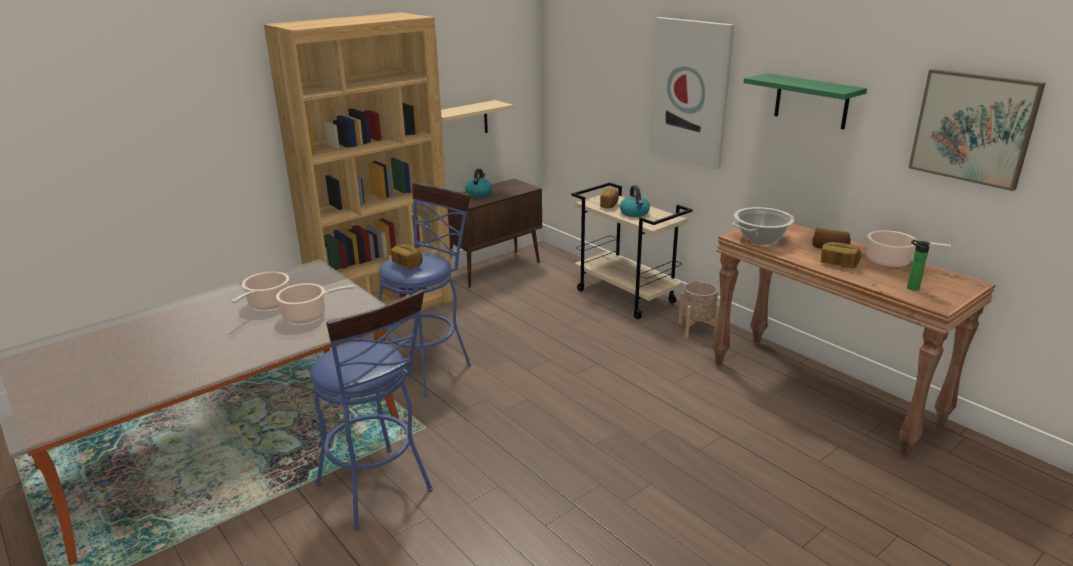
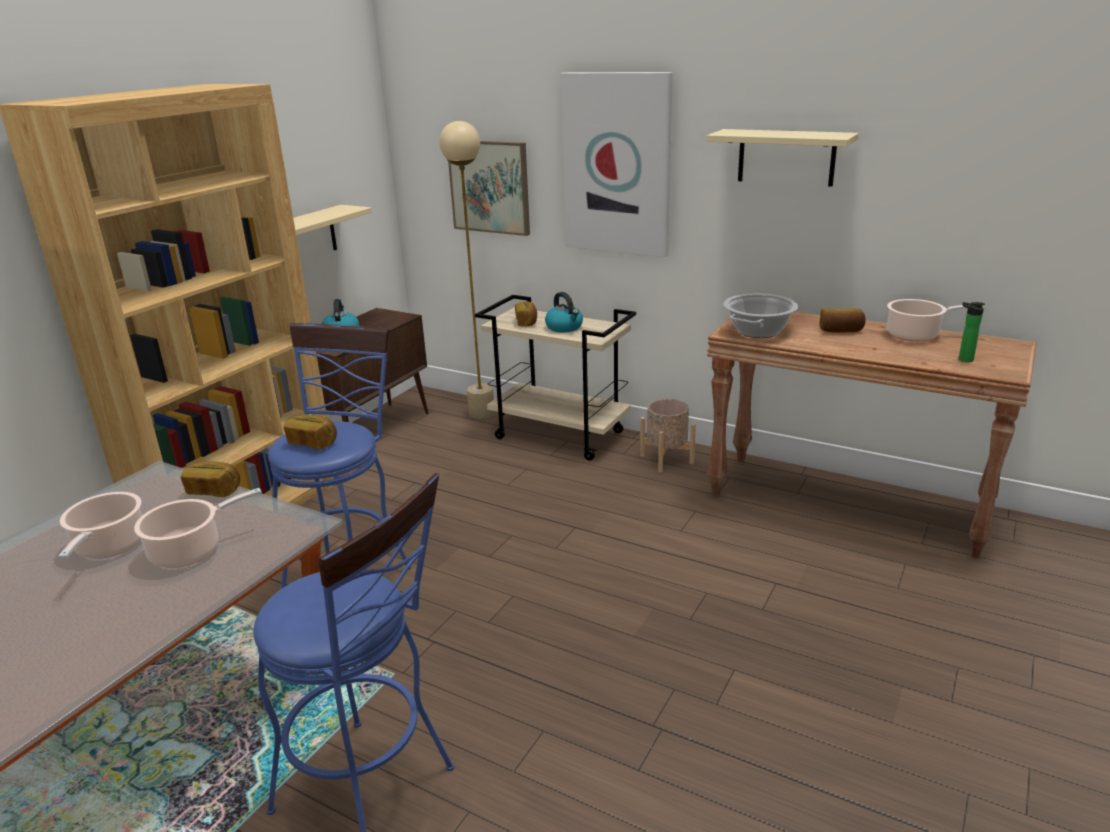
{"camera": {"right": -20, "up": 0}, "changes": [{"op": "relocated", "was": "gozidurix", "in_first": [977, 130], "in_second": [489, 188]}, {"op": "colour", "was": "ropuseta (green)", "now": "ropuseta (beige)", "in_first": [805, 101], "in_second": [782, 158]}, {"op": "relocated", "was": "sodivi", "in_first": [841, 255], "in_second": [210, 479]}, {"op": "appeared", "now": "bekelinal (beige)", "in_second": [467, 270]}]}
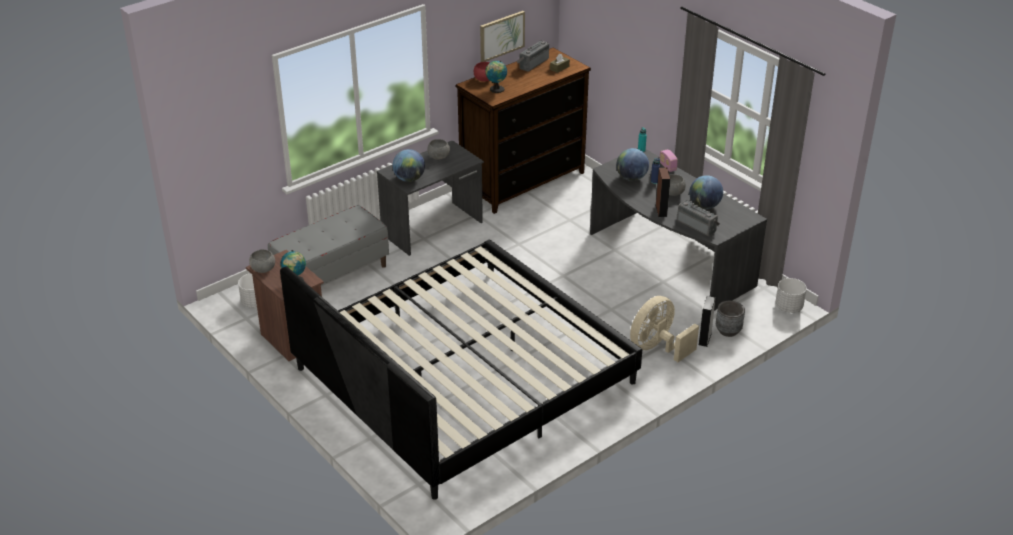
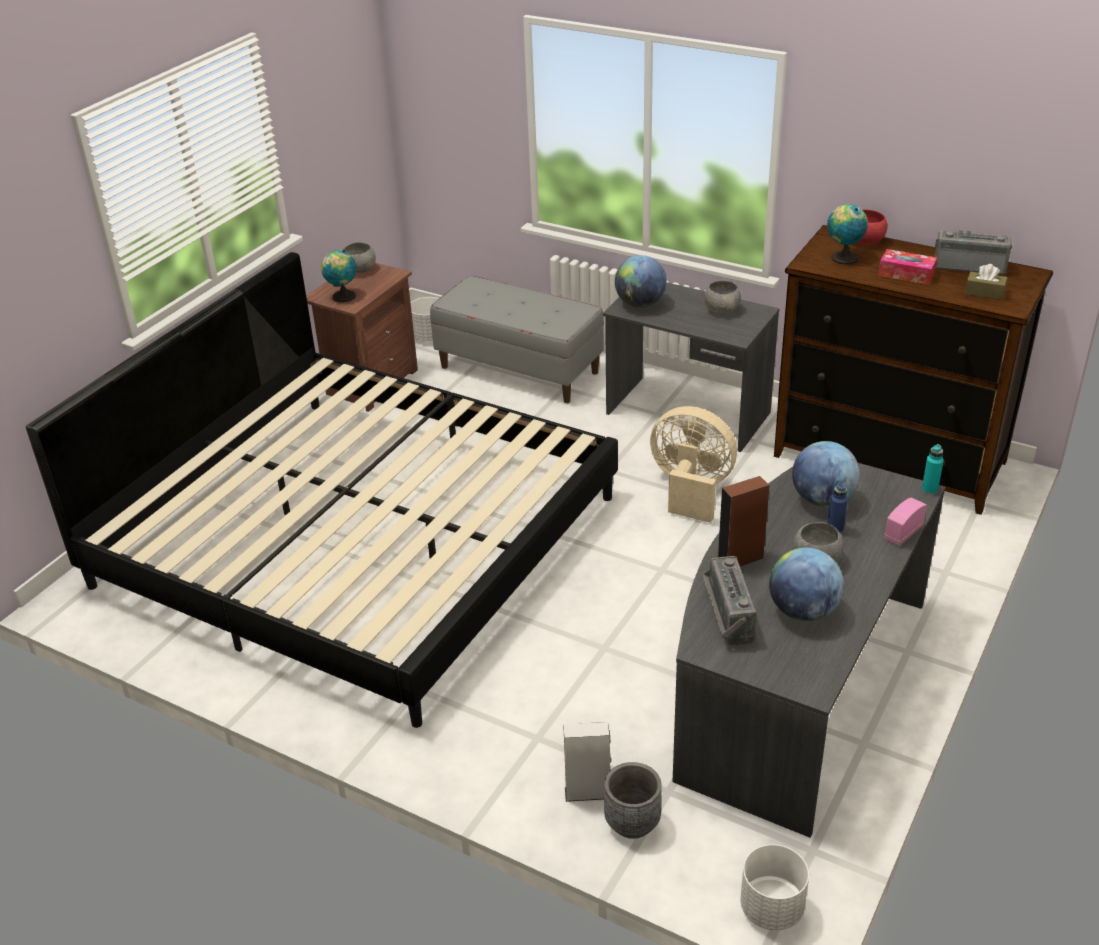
{"camera": {"right": 70, "up": 0}, "changes": [{"op": "missing", "was": "gozidurix", "in_first": [502, 36]}, {"op": "spun", "was": "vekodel", "in_first": [698, 218], "in_second": [730, 601], "clockwise": 150}, {"op": "relocated", "was": "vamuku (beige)", "in_first": [664, 329], "in_second": [693, 464]}, {"op": "appeared", "now": "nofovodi", "in_second": [907, 267]}]}
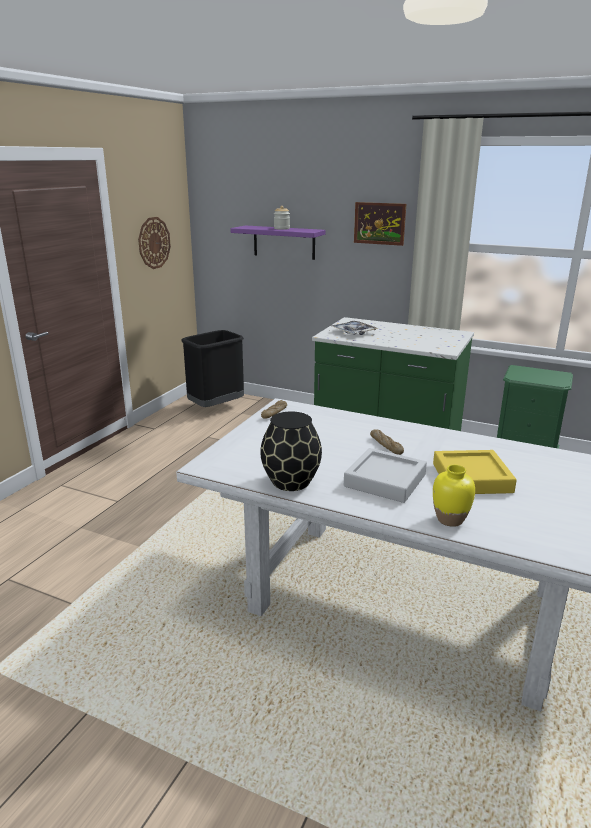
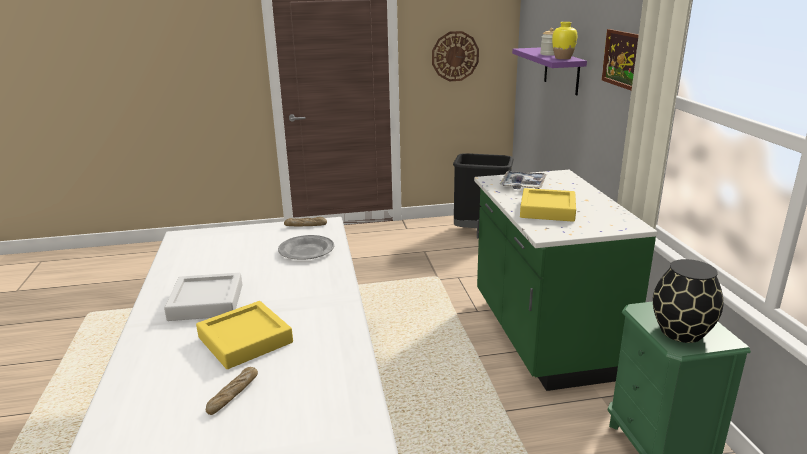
{"camera": {"right": 55, "up": 0}, "changes": [{"op": "relocated", "was": "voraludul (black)", "in_first": [291, 451], "in_second": [688, 301]}, {"op": "relocated", "was": "sodivi", "in_first": [387, 442], "in_second": [232, 391]}, {"op": "relocated", "was": "voraludul (yellow)", "in_first": [454, 496], "in_second": [564, 40]}, {"op": "appeared", "now": "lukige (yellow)", "in_second": [548, 205]}, {"op": "appeared", "now": "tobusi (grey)", "in_second": [306, 247]}]}
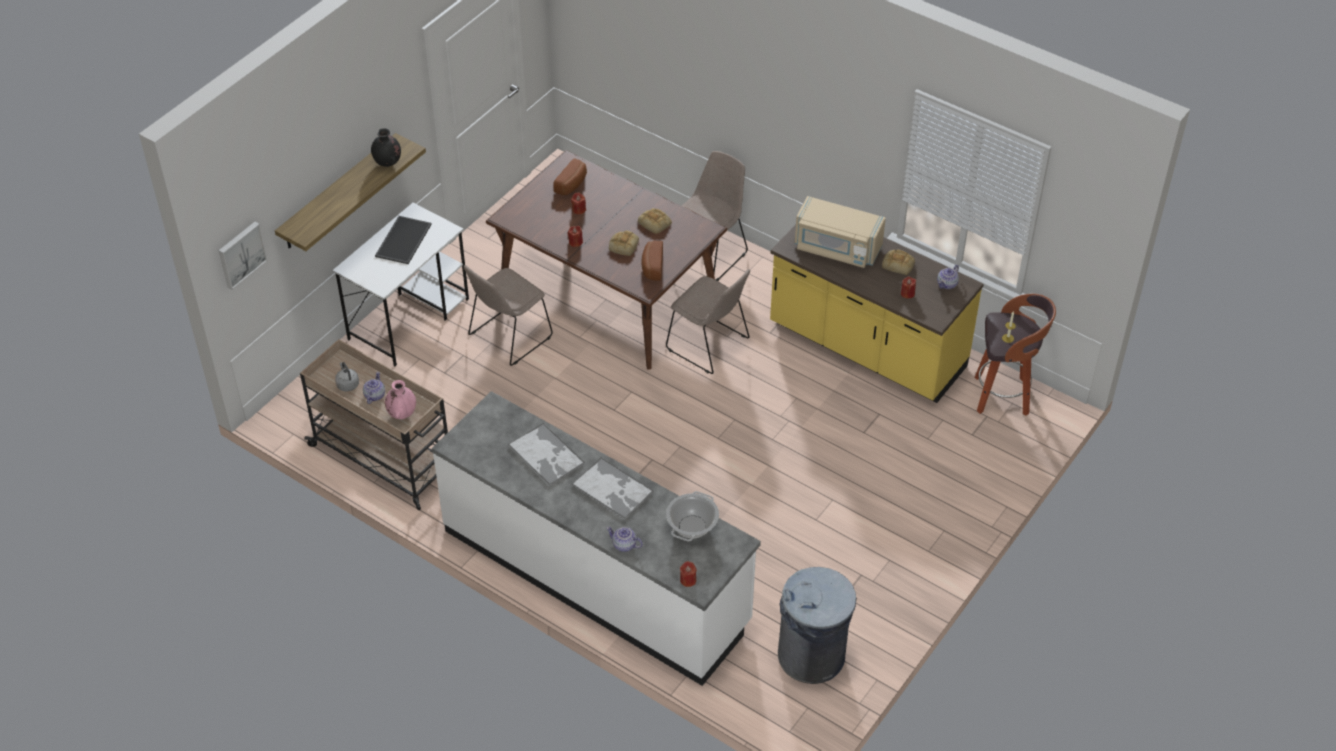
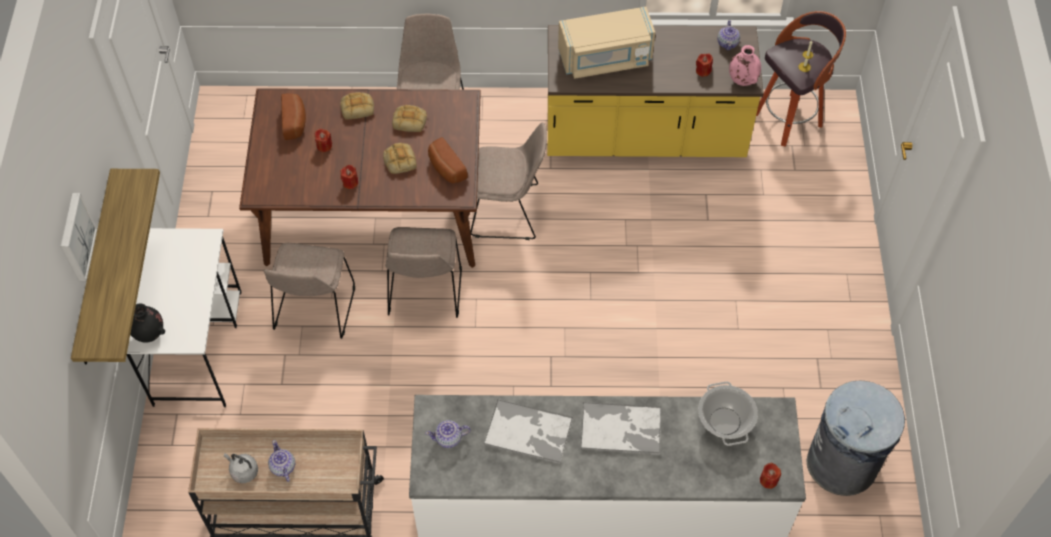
{"camera": {"right": -35, "up": 10}, "changes": [{"op": "relocated", "was": "voraludul (black)", "in_first": [386, 147], "in_second": [147, 323]}, {"op": "missing", "was": "lukige", "in_first": [403, 240]}, {"op": "relocated", "was": "gozidurix", "in_first": [243, 256], "in_second": [78, 237]}, {"op": "relocated", "was": "sodivi", "in_first": [898, 262], "in_second": [357, 105]}, {"op": "relocated", "was": "voraludul (pink)", "in_first": [400, 399], "in_second": [745, 65]}, {"op": "relocated", "was": "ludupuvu", "in_first": [624, 539], "in_second": [448, 434]}, {"op": "appeared", "now": "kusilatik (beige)", "in_second": [424, 272]}]}
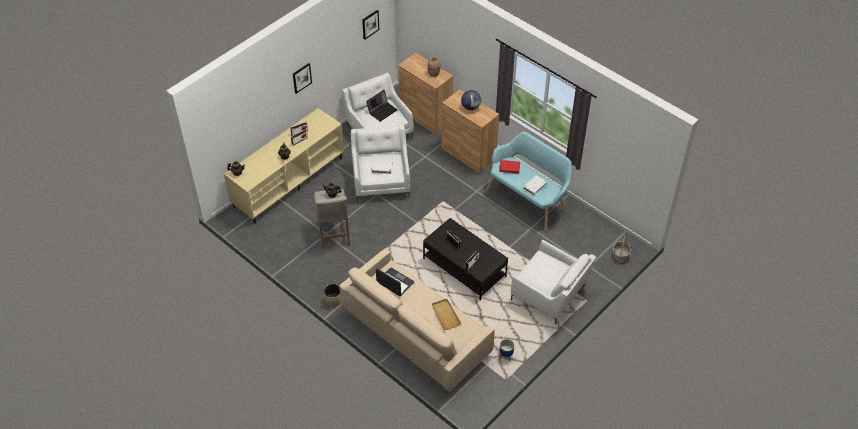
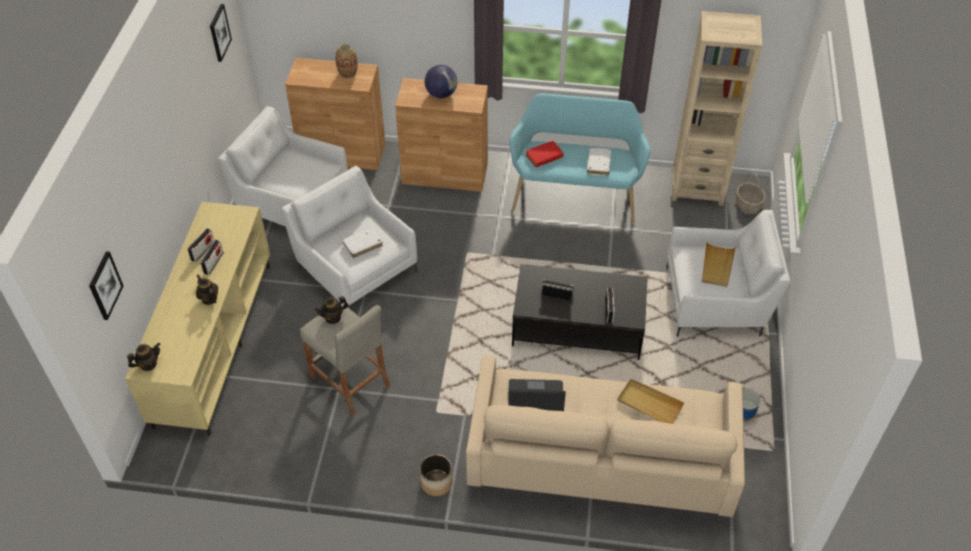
{"camera": {"right": -35, "up": 0}, "changes": [{"op": "relocated", "was": "gozidurix", "in_first": [302, 78], "in_second": [106, 285]}, {"op": "missing", "was": "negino", "in_first": [382, 106]}, {"op": "appeared", "now": "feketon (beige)", "in_second": [716, 108]}, {"op": "appeared", "now": "lukige (beige)", "in_second": [719, 264]}]}
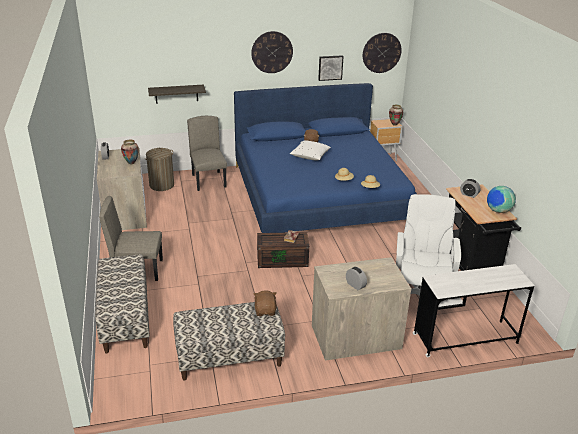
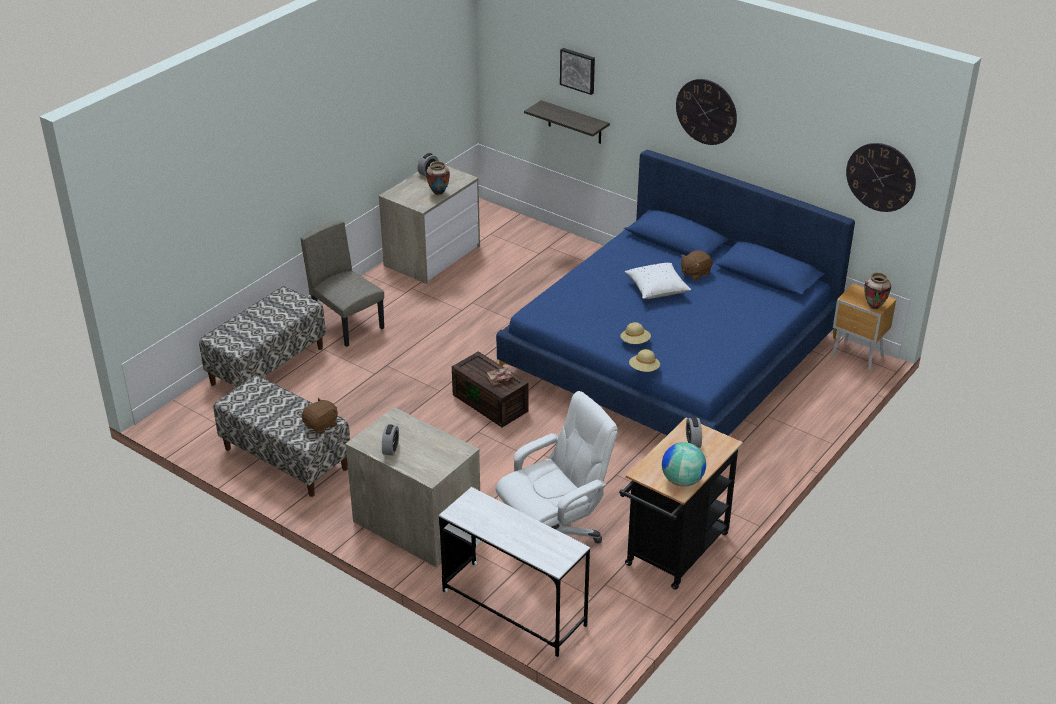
{"camera": {"right": 50, "up": 5}, "changes": [{"op": "relocated", "was": "gozidurix", "in_first": [331, 68], "in_second": [577, 71]}, {"op": "missing", "was": "kusilatik (beige)", "in_first": [207, 153]}, {"op": "missing", "was": "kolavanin", "in_first": [159, 169]}]}
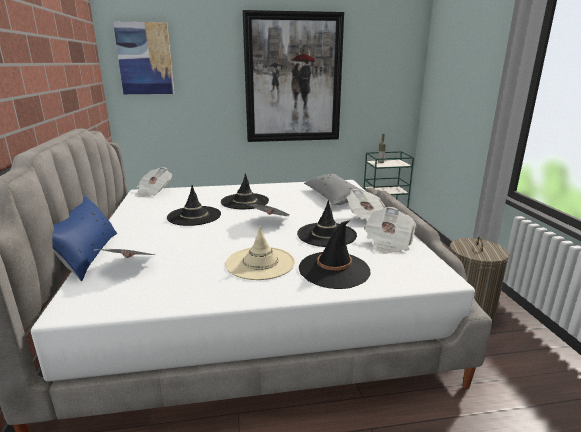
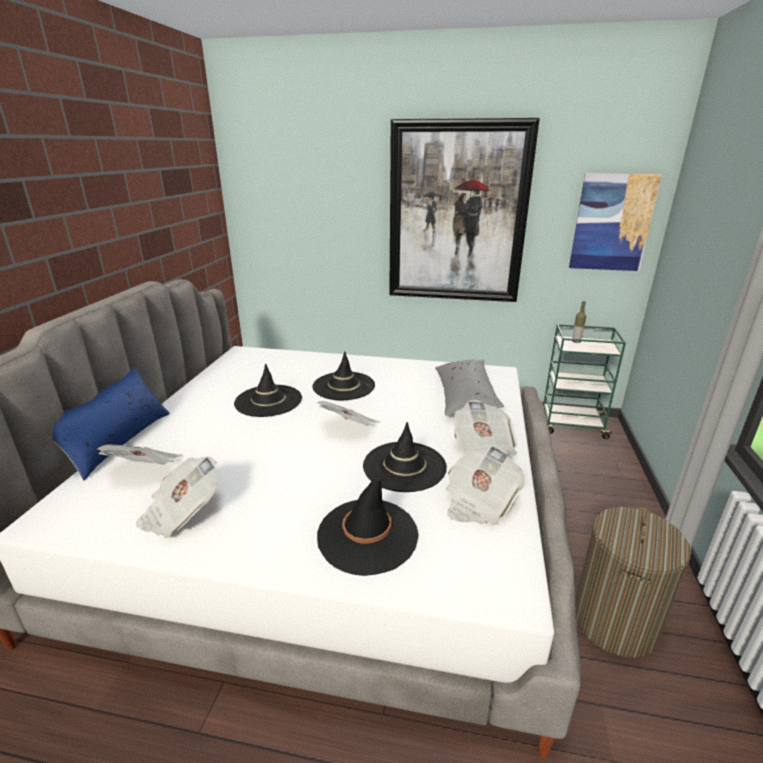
{"camera": {"right": 20, "up": 5}, "changes": [{"op": "relocated", "was": "gozidurix", "in_first": [143, 58], "in_second": [615, 222]}, {"op": "relocated", "was": "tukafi", "in_first": [153, 182], "in_second": [177, 497]}, {"op": "missing", "was": "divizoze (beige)", "in_first": [260, 252]}]}
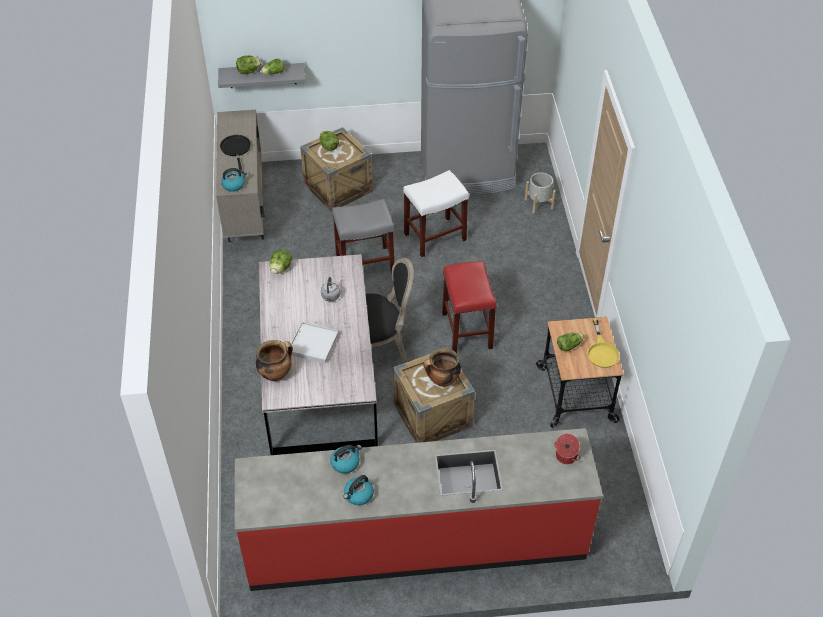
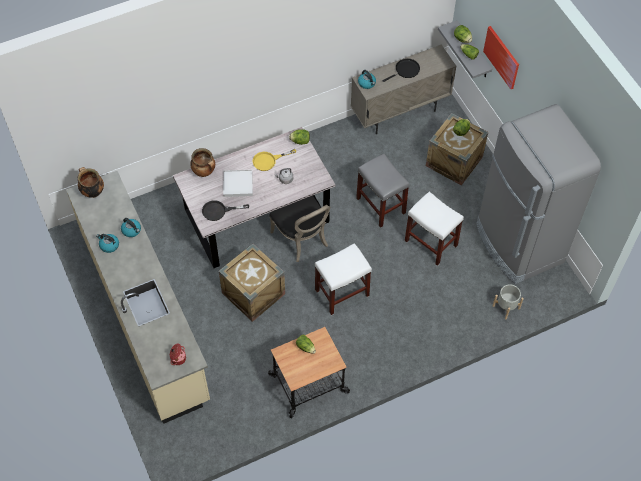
{"camera": {"right": 70, "up": 10}, "changes": [{"op": "colour", "was": "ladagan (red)", "now": "ladagan (white)", "in_first": [469, 307], "in_second": [343, 279]}, {"op": "relocated", "was": "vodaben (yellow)", "in_first": [604, 343], "in_second": [274, 160]}, {"op": "relocated", "was": "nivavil", "in_first": [442, 367], "in_second": [91, 182]}, {"op": "colour", "was": "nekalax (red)", "now": "nekalax (beige)", "in_first": [419, 509], "in_second": [138, 297]}, {"op": "appeared", "now": "gozidurix", "in_second": [501, 57]}, {"op": "appeared", "now": "vodaben (black)", "in_second": [225, 210]}]}
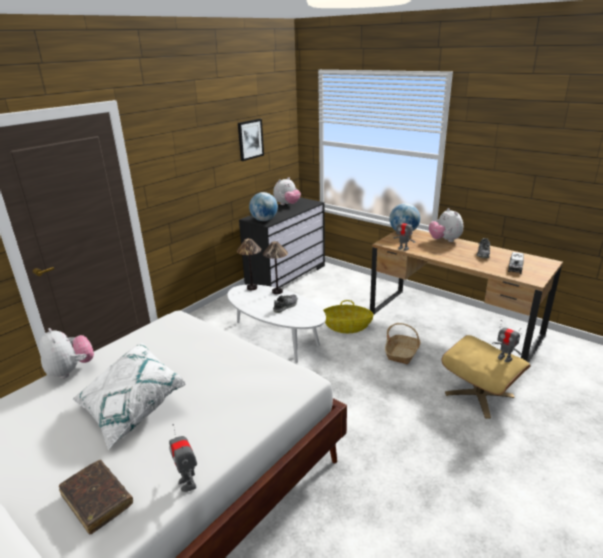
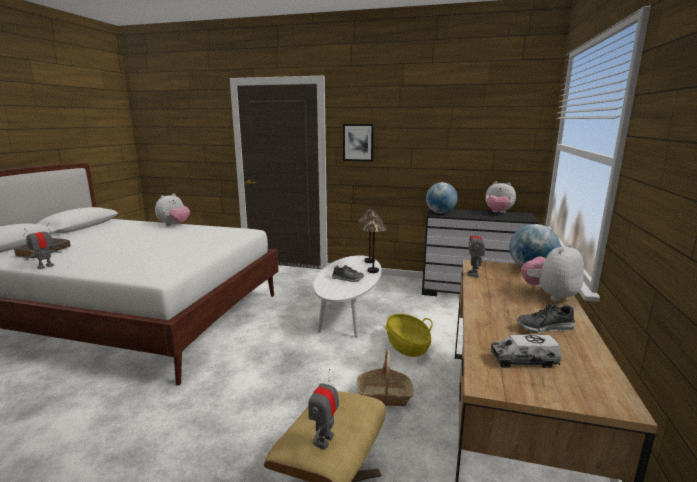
{"camera": {"right": 65, "up": -10}, "changes": [{"op": "relocated", "was": "gozidurix", "in_first": [251, 140], "in_second": [358, 143]}, {"op": "missing", "was": "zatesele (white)", "in_first": [129, 396]}]}
